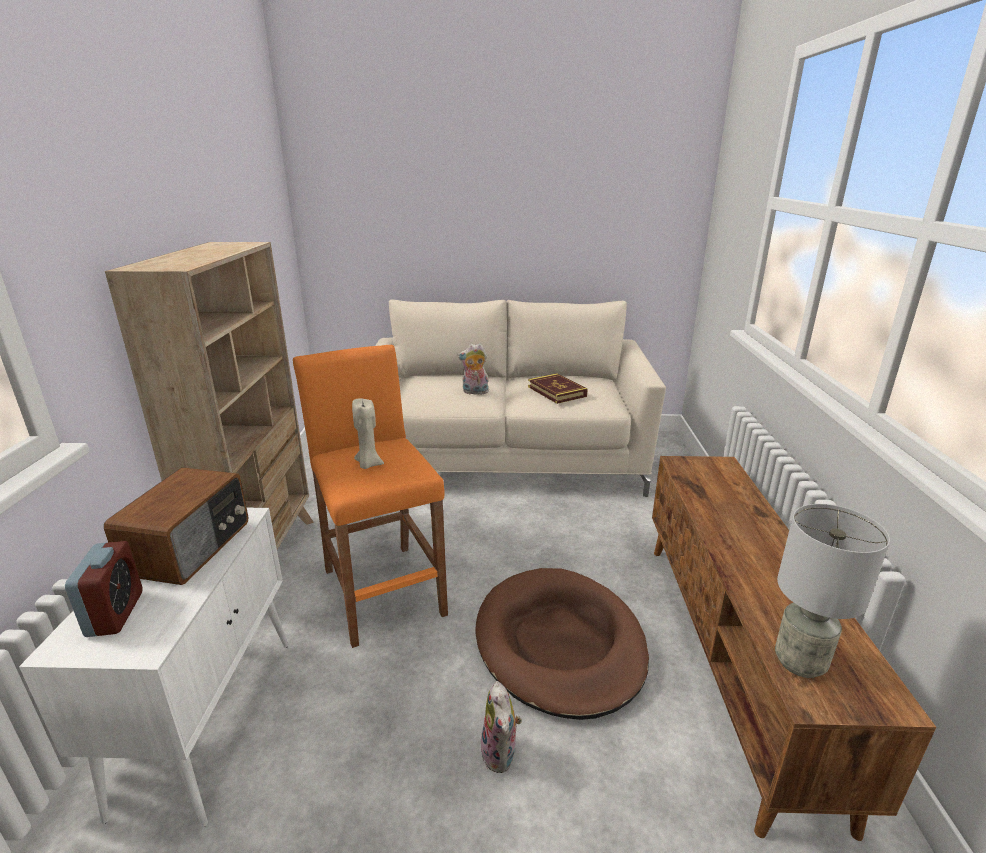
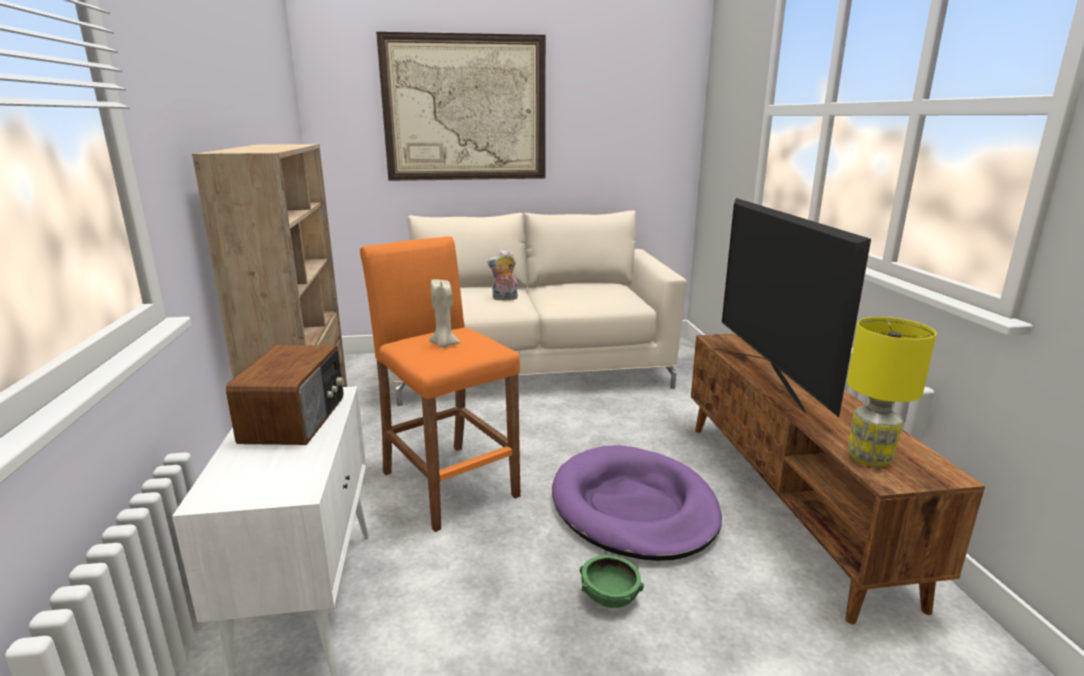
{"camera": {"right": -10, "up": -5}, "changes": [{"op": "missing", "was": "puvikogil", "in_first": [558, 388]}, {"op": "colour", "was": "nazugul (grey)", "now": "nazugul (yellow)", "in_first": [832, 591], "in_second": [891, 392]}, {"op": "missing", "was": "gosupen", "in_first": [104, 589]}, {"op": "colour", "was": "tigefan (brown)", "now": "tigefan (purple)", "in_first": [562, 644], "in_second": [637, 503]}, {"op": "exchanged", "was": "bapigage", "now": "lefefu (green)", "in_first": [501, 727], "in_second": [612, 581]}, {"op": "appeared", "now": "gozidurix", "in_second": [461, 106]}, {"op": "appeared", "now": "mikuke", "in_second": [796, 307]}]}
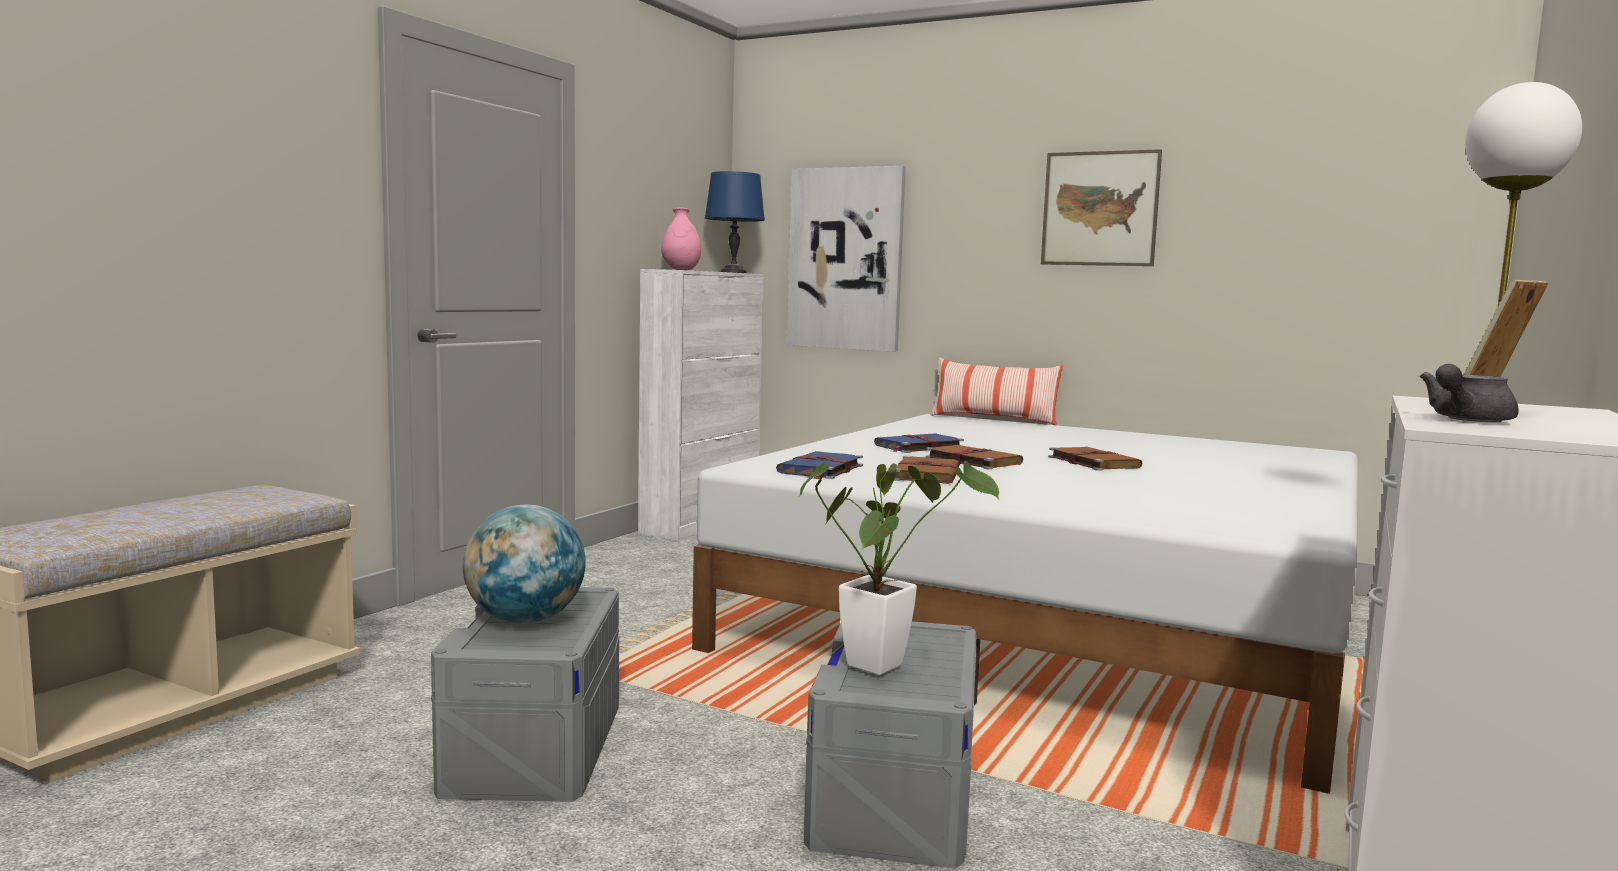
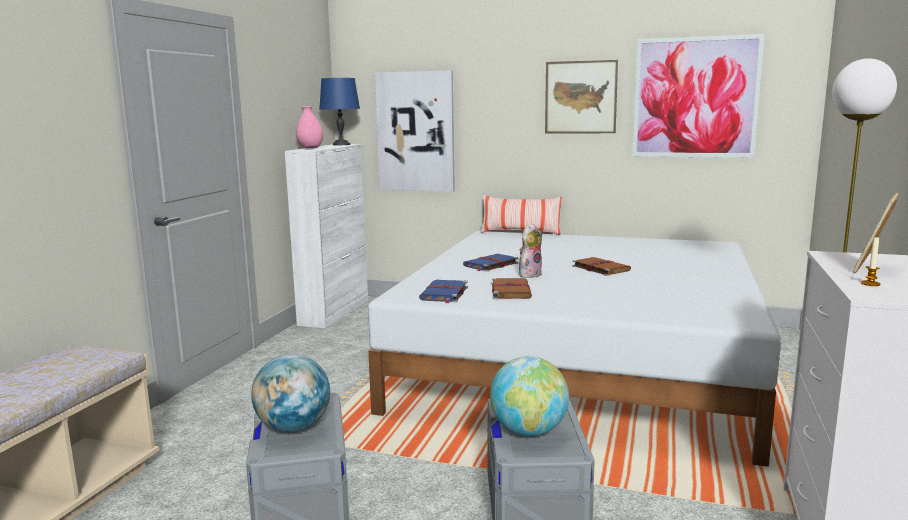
{"camera": {"right": -10, "up": 5}, "changes": [{"op": "exchanged", "was": "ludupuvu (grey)", "now": "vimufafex", "in_first": [1469, 393], "in_second": [870, 261]}, {"op": "exchanged", "was": "puvikogil (brown)", "now": "bapigage", "in_first": [974, 457], "in_second": [530, 251]}, {"op": "exchanged", "was": "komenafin", "now": "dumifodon", "in_first": [899, 568], "in_second": [529, 396]}, {"op": "appeared", "now": "gozidurix", "in_second": [698, 96]}]}
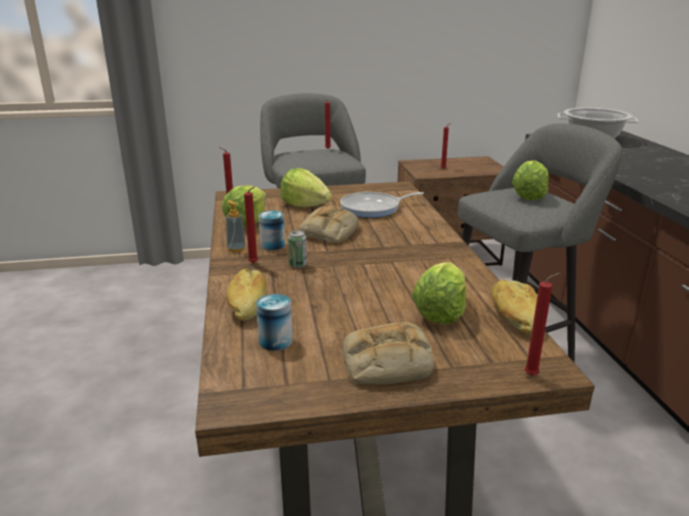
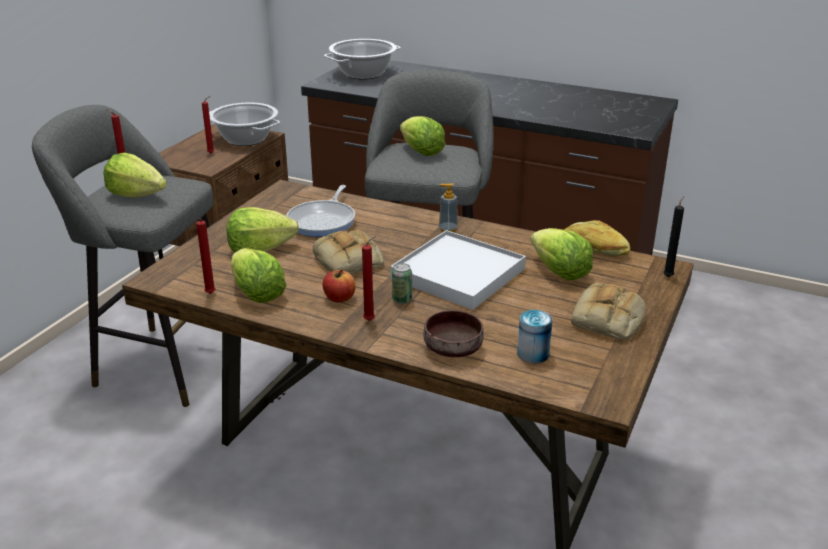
{"camera": {"right": -55, "up": 5}, "changes": [{"op": "relocated", "was": "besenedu", "in_first": [236, 226], "in_second": [448, 207]}, {"op": "exchanged", "was": "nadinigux", "now": "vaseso", "in_first": [271, 230], "in_second": [339, 285]}, {"op": "exchanged", "was": "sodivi", "now": "lefefu (brown)", "in_first": [246, 294], "in_second": [453, 333]}, {"op": "colour", "was": "vimufafex (red)", "now": "vimufafex (black)", "in_first": [543, 324], "in_second": [673, 236]}, {"op": "appeared", "now": "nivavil", "in_second": [244, 124]}, {"op": "appeared", "now": "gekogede", "in_second": [135, 175]}, {"op": "appeared", "now": "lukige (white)", "in_second": [458, 270]}]}
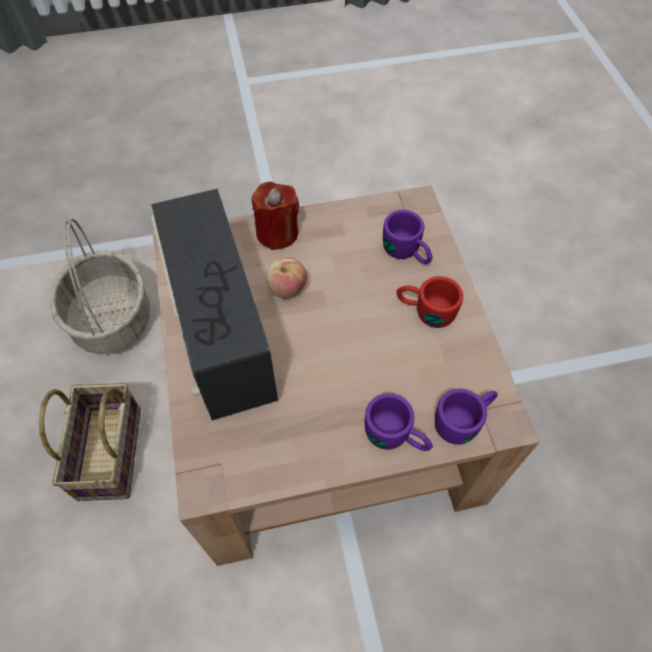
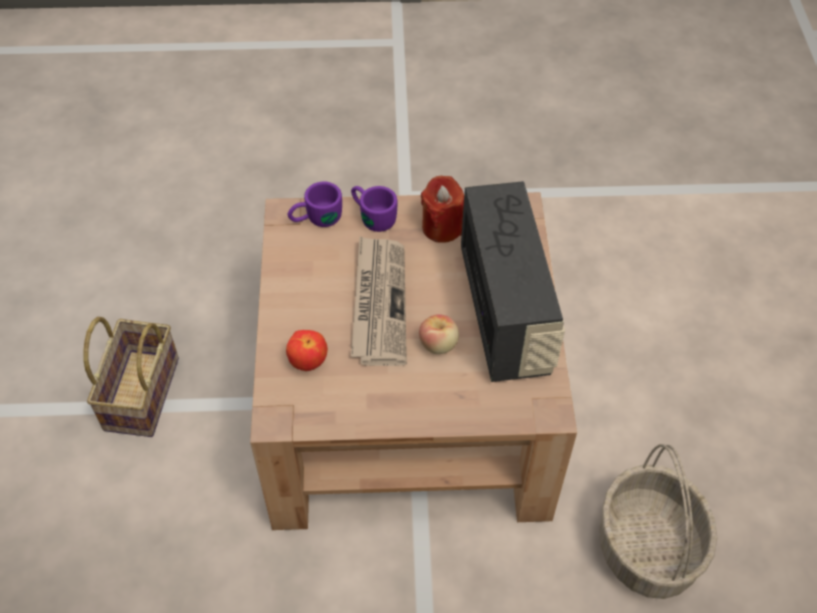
{"camera": {"right": -170, "up": -5}, "changes": [{"op": "relocated", "was": "vimufafex (red)", "in_first": [275, 216], "in_second": [442, 209]}, {"op": "exchanged", "was": "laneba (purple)", "now": "vaseso", "in_first": [408, 237], "in_second": [307, 350]}, {"op": "missing", "was": "laneba (red)", "in_first": [429, 302]}, {"op": "relocated", "was": "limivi", "in_first": [90, 442], "in_second": [131, 377]}, {"op": "appeared", "now": "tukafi", "in_second": [379, 301]}]}
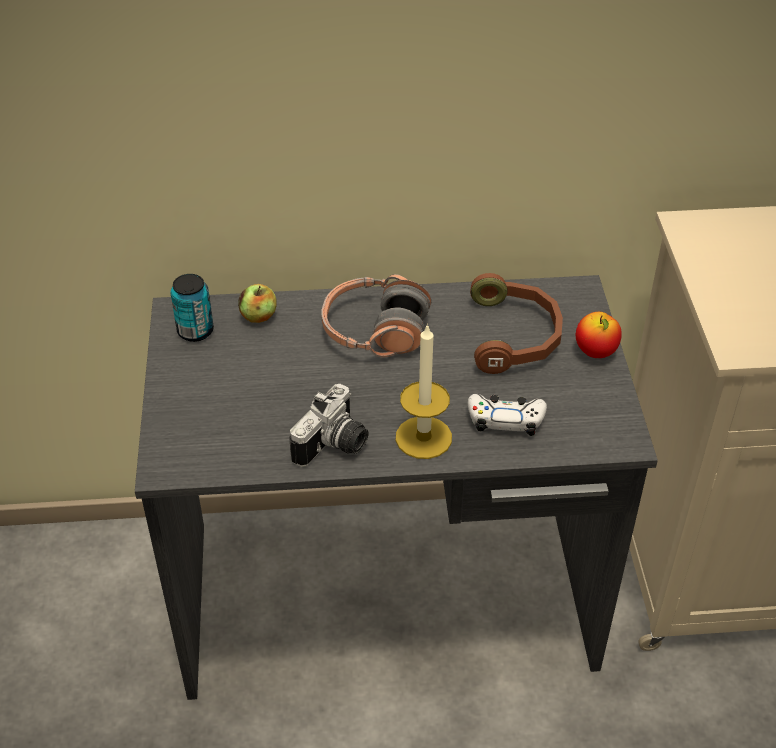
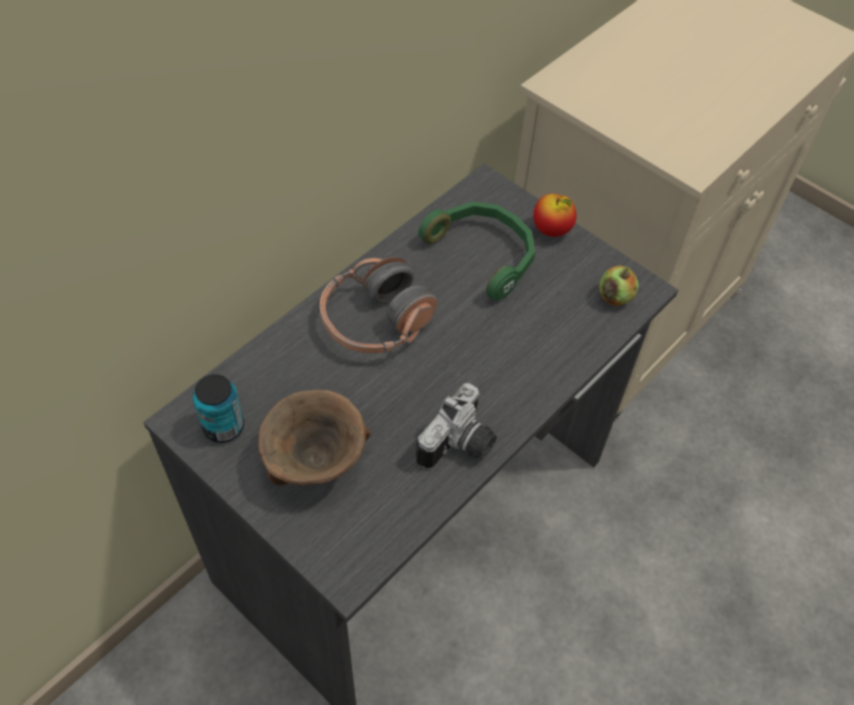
{"camera": {"right": -45, "up": 10}, "changes": [{"op": "colour", "was": "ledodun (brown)", "now": "ledodun (green)", "in_first": [516, 323], "in_second": [476, 251]}, {"op": "relocated", "was": "vaseso", "in_first": [257, 303], "in_second": [619, 286]}, {"op": "missing", "was": "vimufafex", "in_first": [424, 391]}, {"op": "spun", "was": "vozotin", "in_first": [328, 425], "in_second": [456, 426], "clockwise": 45}, {"op": "missing", "was": "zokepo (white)", "in_first": [507, 415]}, {"op": "appeared", "now": "lefefu (brown)", "in_second": [314, 438]}]}
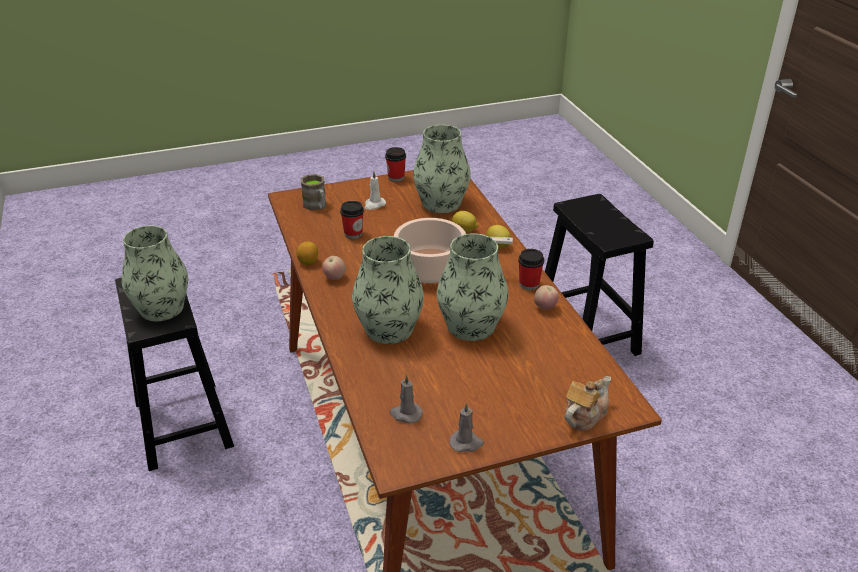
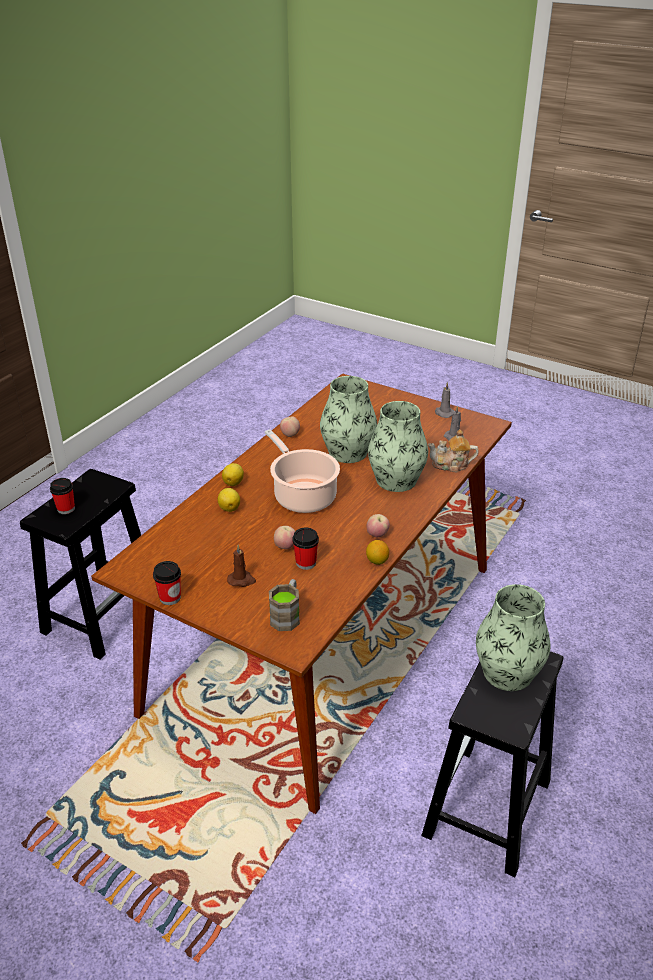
{"camera": {"right": -130, "up": 0}, "changes": [{"op": "missing", "was": "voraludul", "in_first": [442, 169]}, {"op": "colour", "was": "vimufafex (white)", "now": "vimufafex (brown)", "in_first": [375, 190], "in_second": [241, 566]}, {"op": "relocated", "was": "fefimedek", "in_first": [531, 269], "in_second": [62, 496]}, {"op": "relocated", "was": "ludupuvu", "in_first": [588, 403], "in_second": [453, 450]}, {"op": "appeared", "now": "vaseso", "in_second": [284, 537]}]}
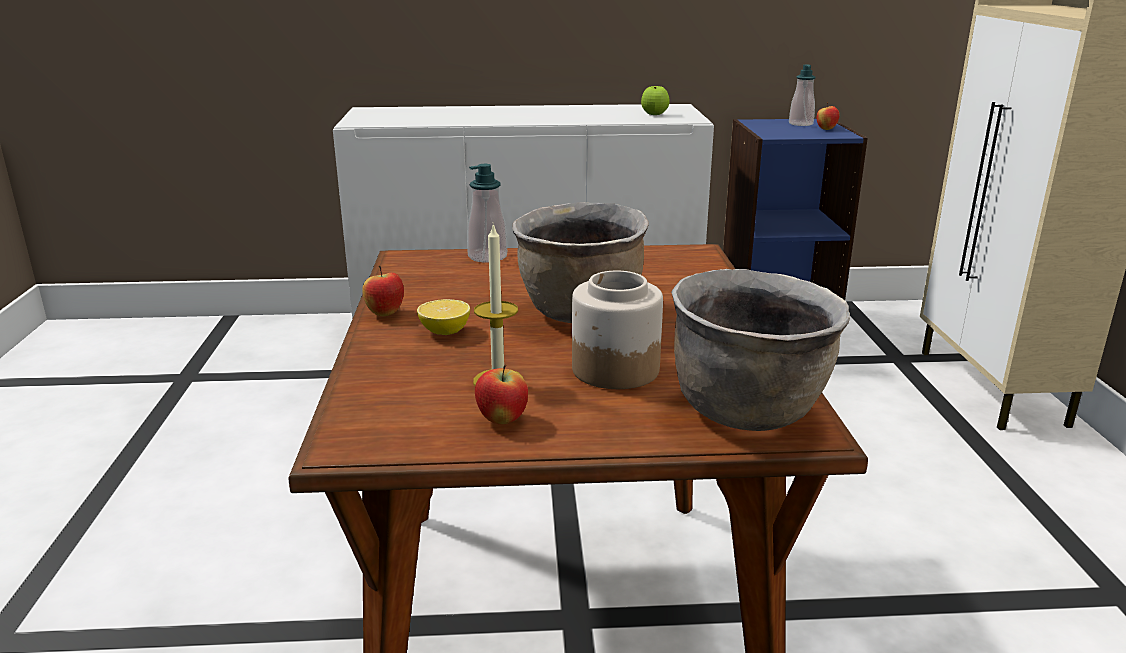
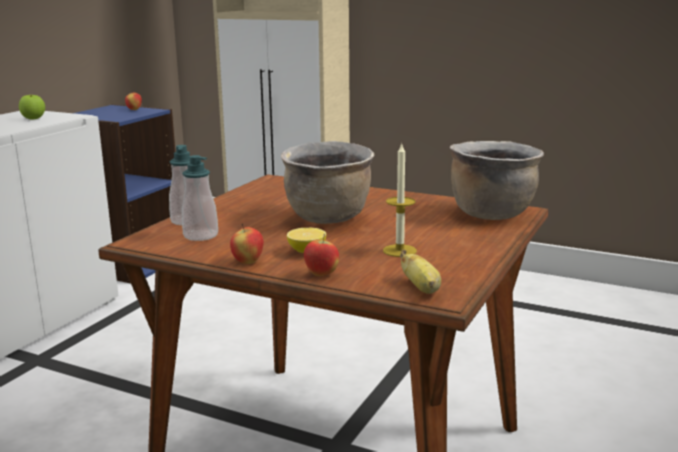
{"camera": {"right": -60, "up": -5}, "changes": [{"op": "relocated", "was": "besenedu", "in_first": [802, 95], "in_second": [200, 198]}, {"op": "missing", "was": "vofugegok", "in_first": [617, 330]}, {"op": "relocated", "was": "vaseso", "in_first": [501, 394], "in_second": [321, 255]}, {"op": "appeared", "now": "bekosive", "in_second": [420, 272]}]}
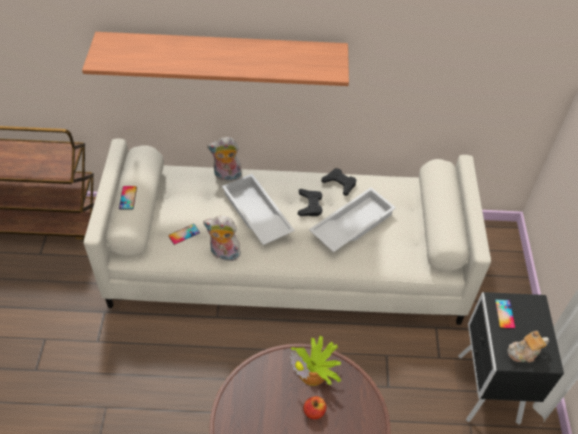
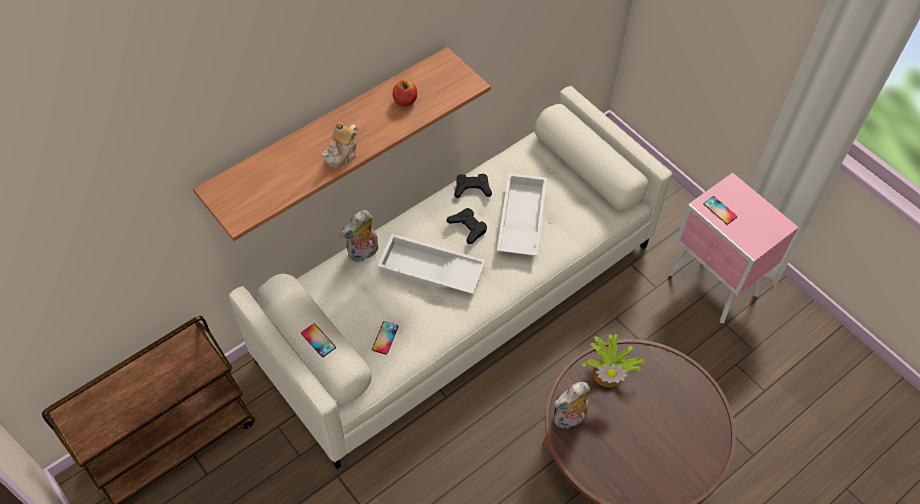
{"camera": {"right": -40, "up": 5}, "changes": [{"op": "relocated", "was": "bapigage", "in_first": [222, 239], "in_second": [571, 405]}, {"op": "colour", "was": "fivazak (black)", "now": "fivazak (pink)", "in_first": [511, 358], "in_second": [734, 248]}, {"op": "relocated", "was": "ludupuvu", "in_first": [528, 346], "in_second": [340, 145]}, {"op": "relocated", "was": "vaseso", "in_first": [314, 407], "in_second": [405, 93]}]}
